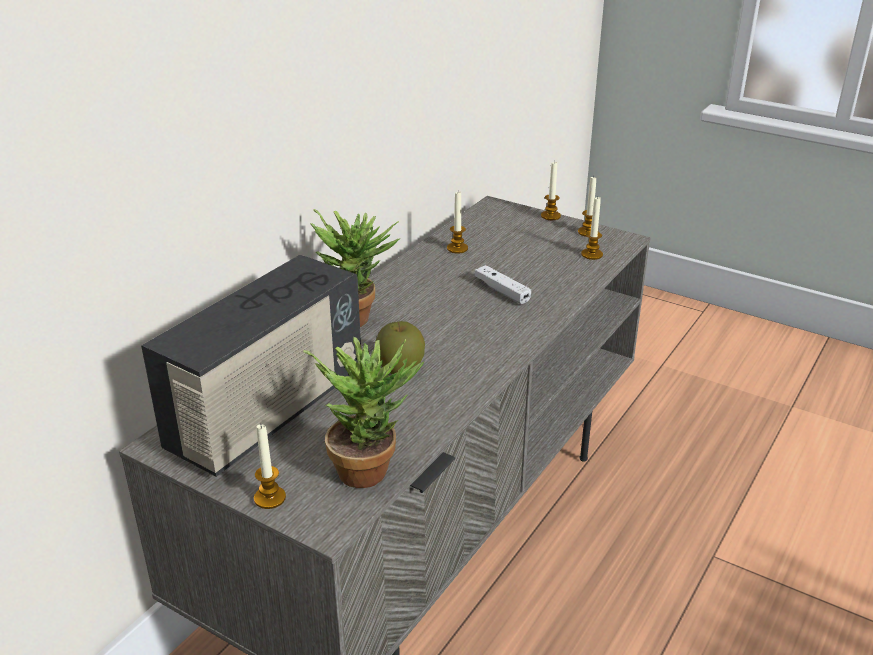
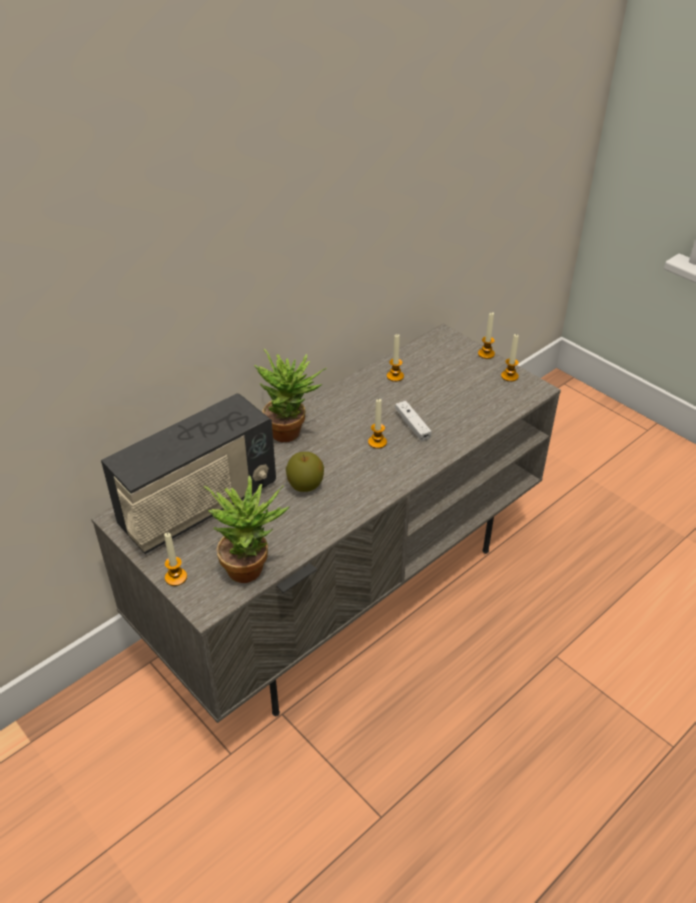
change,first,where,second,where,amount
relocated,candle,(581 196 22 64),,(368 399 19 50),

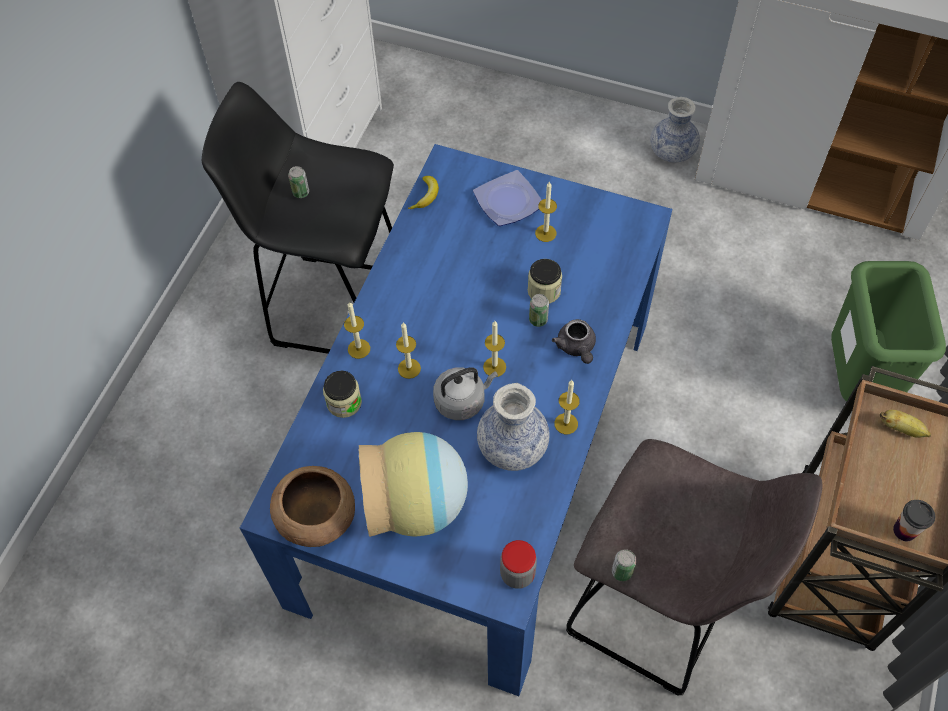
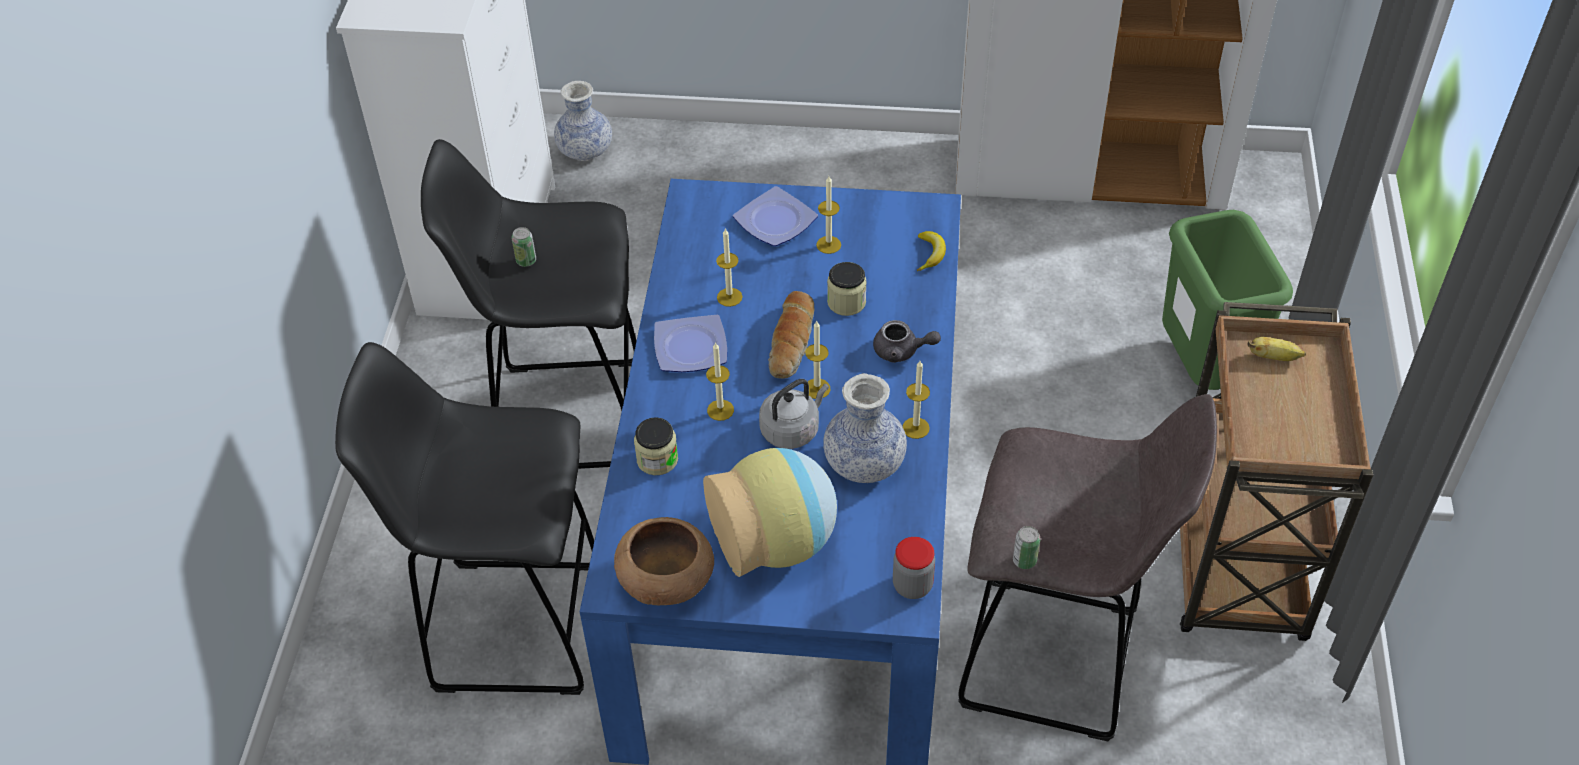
change,first,where,second,where,amount
missing,can,(529 294 20 33),,,
missing,cup,(893 500 42 41),,,
appeared,,,black stool,(335 342 259 353),
appeared,,,plate,(654 315 73 57),
appeared,,,bread,(768 291 47 88),
relocated,candle,(344 302 26 57),,(716 228 27 79),
relocated,banana,(408 176 31 33),,(917 231 29 40),
relocated,vase,(650 97 50 65),,(554 81 58 80),
spun,grey teapot,(552 319 44 45),,(873 320 68 43),45 degrees counterclockwise

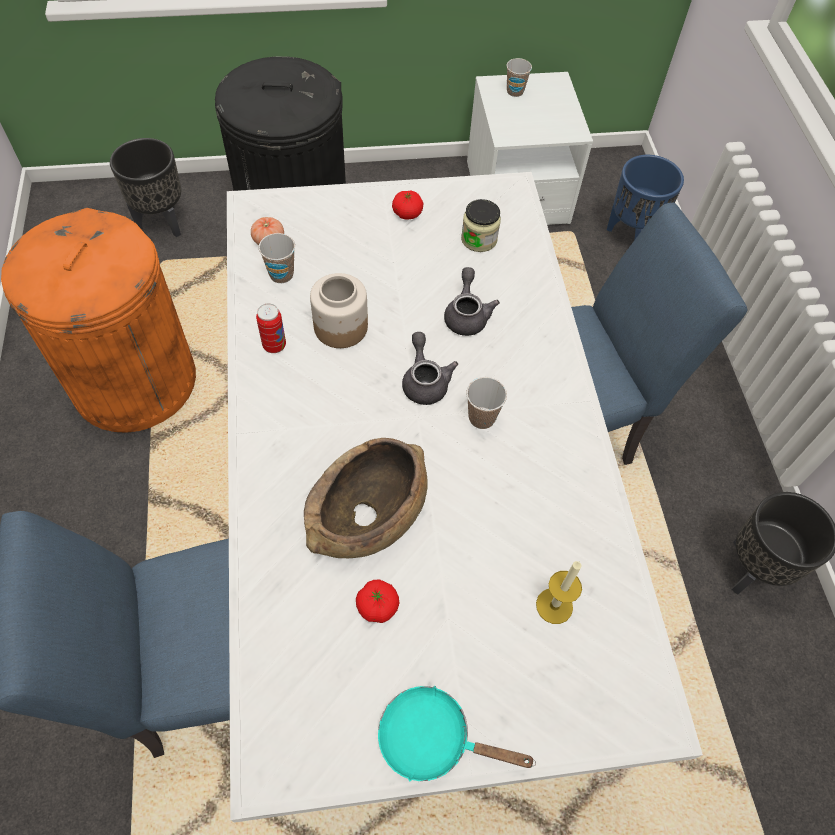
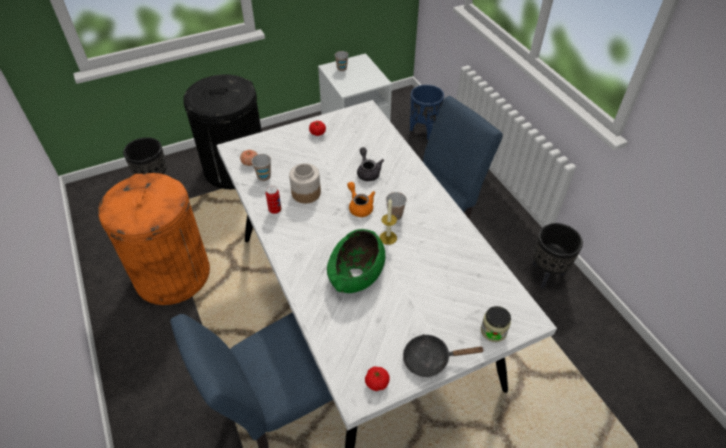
change,first,where,second,where,amount
relocated,tomato,(356 579 43 44),,(365 366 25 25),
relocated,jar,(461 199 40 53),,(481 306 30 36),
relocated,candle,(536 561 46 63),,(380 198 17 47),
colour,brown bowl,(304 438 124 120),green bowl,(327 229 58 64),
colour,turquoise frying pan,(378 686 158 96),black frying pan,(403 334 82 43),
colour,grey teapot,(402 332 56 73),orange teapot,(347 182 28 35),

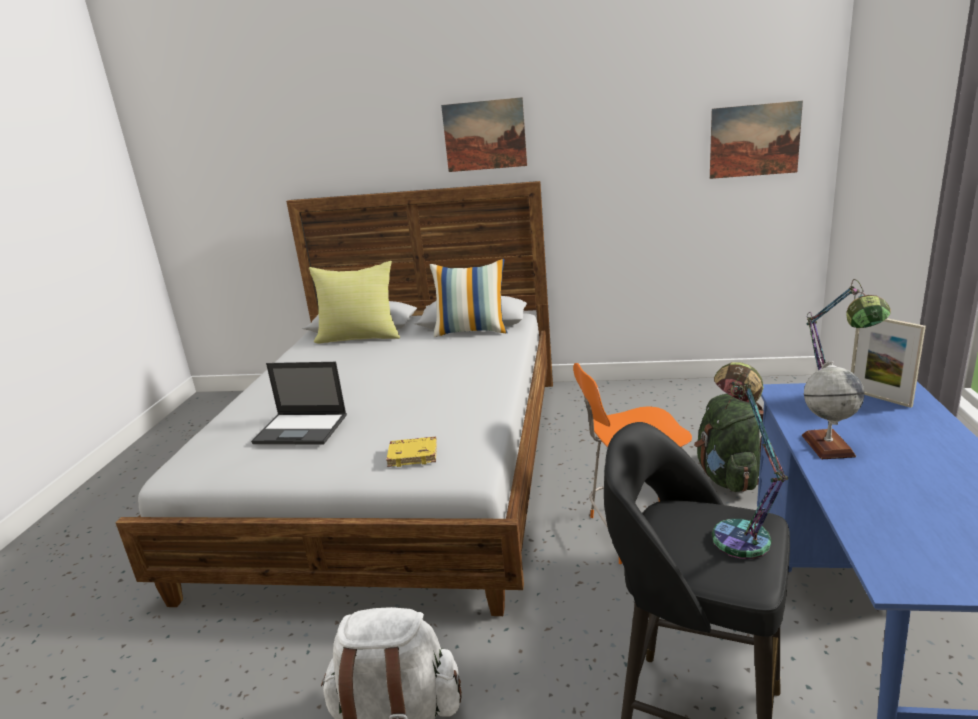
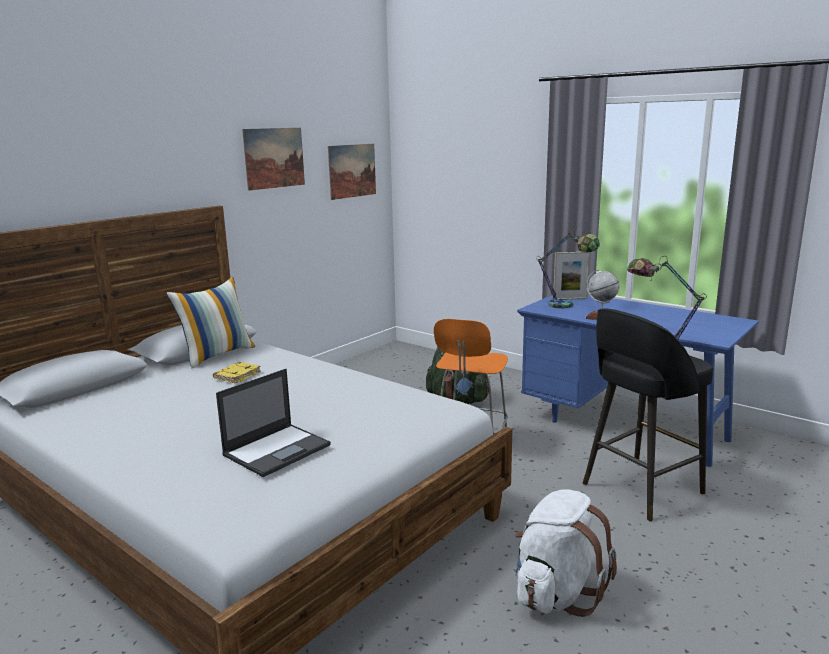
change,first,where,second,where,amount
missing,yellow pillow,(309 261 91 83),,,
relocated,yellow book,(386 437 51 30),,(213 362 48 21),
relocated,picture,(441 97 86 75),,(242 128 63 63),

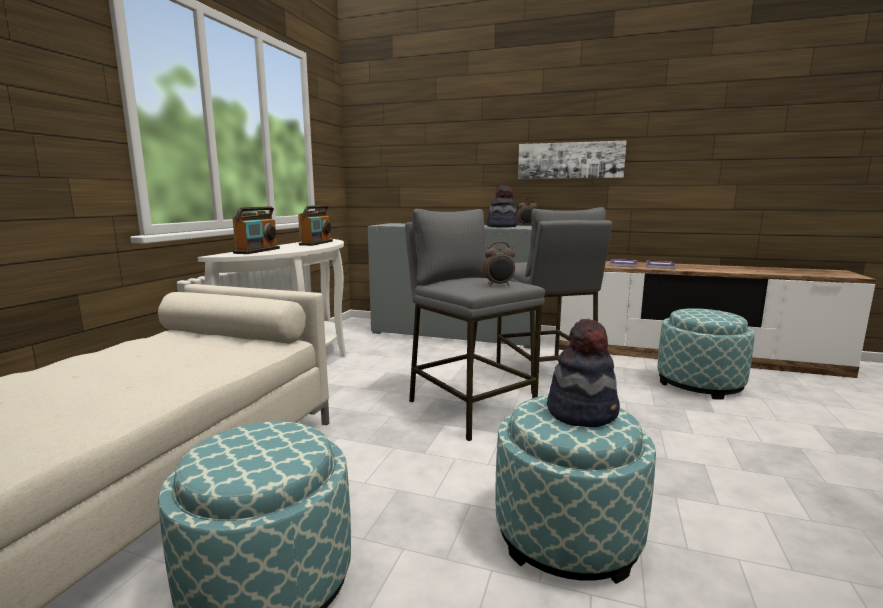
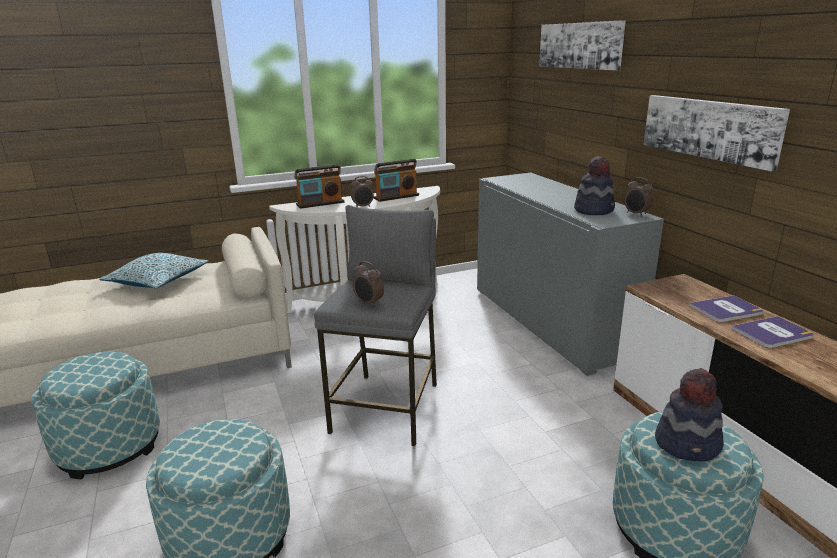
change,first,where,second,where,amount
missing,grey stool,(497 207 115 187),,,
appeared,,,pillow,(99 253 109 35),
appeared,,,alarm clock,(351 176 23 31),
appeared,,,picture,(539 20 87 51),
relocated,hat,(547 319 73 108),,(655 368 69 94),

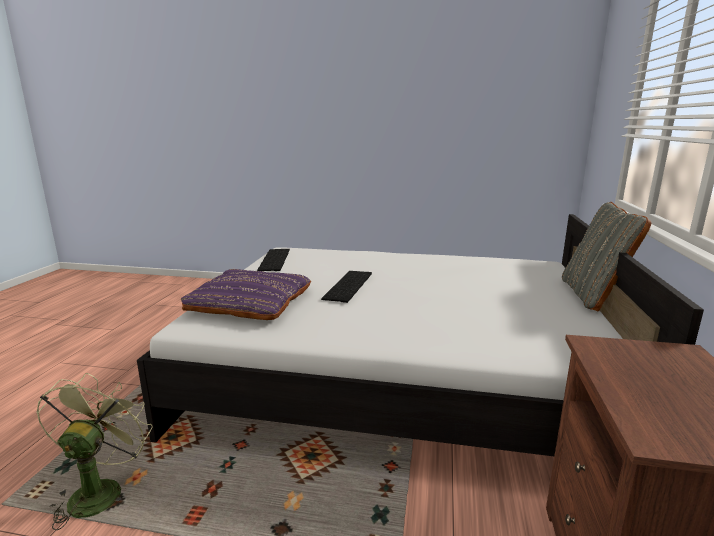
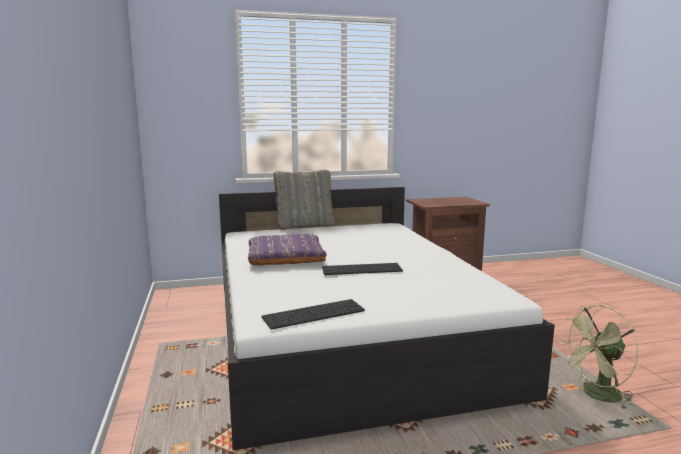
change,first,where,second,where,amount
relocated,purple pillow,(181 269 130 51),,(248 234 78 32),

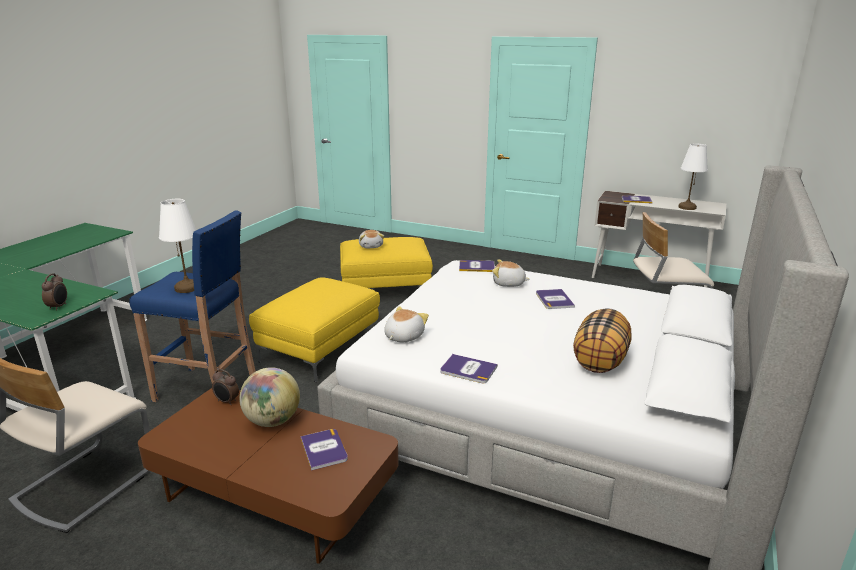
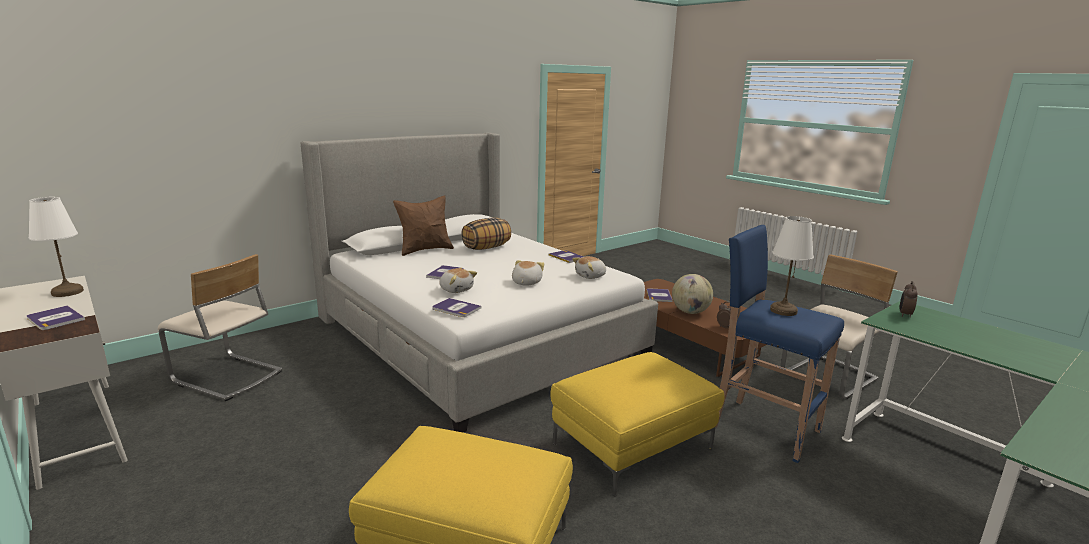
change,first,where,second,where,amount
appeared,,,brown pillow,(393 195 61 61),
relocated,plush toy,(359 230 25 18),,(512 260 32 26),

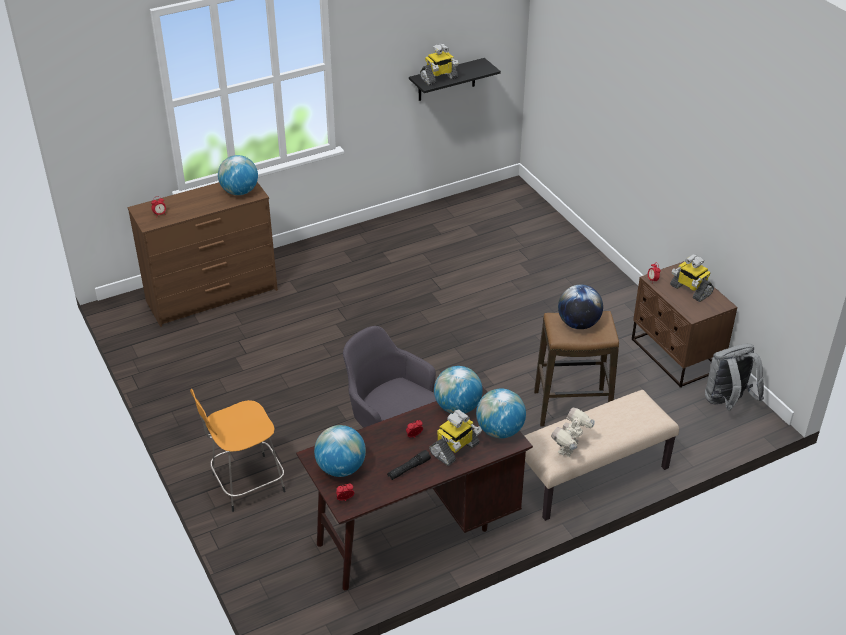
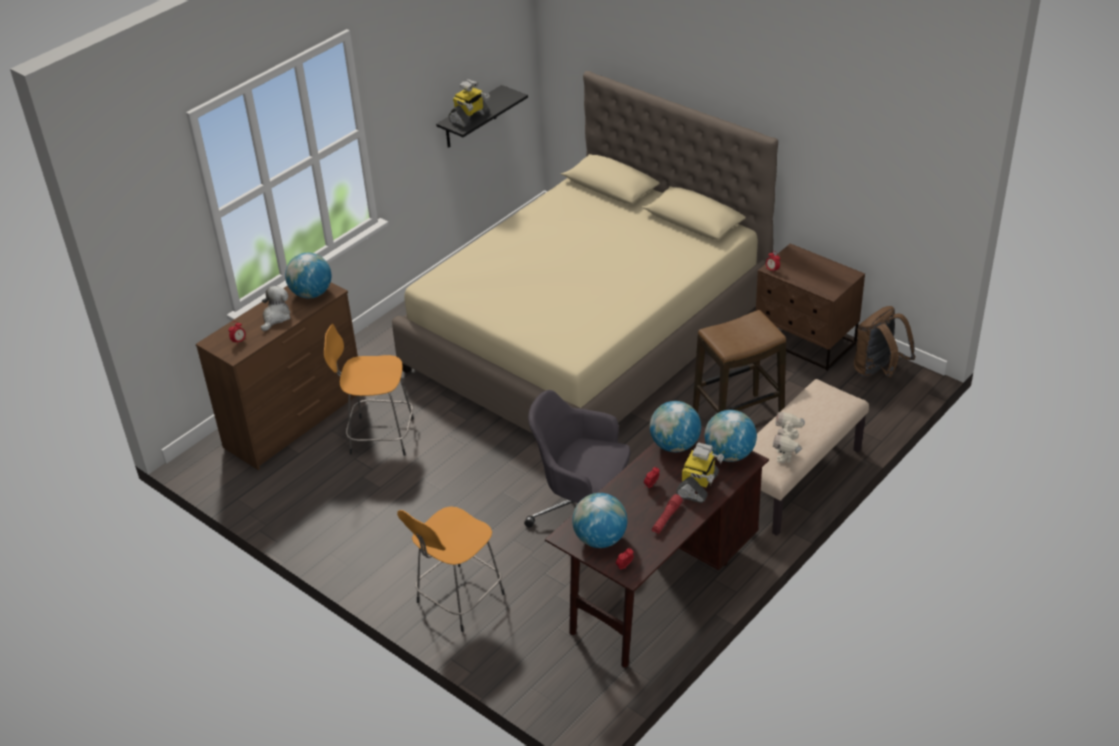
change,first,where,second,where,amount
missing,globe,(558 284 45 45),,,
missing,toy robot,(670 254 44 48),,,
appeared,,,plush toy,(261 286 30 45),
appeared,,,orange stool,(324 324 90 132),
appeared,,,beige bed,(392 71 386 363),
colour,black flashlight,(387 450 44 30),red flashlight,(652 494 31 40),
colour,grey backpack,(705 344 59 67),brown backpack,(854 306 61 71),

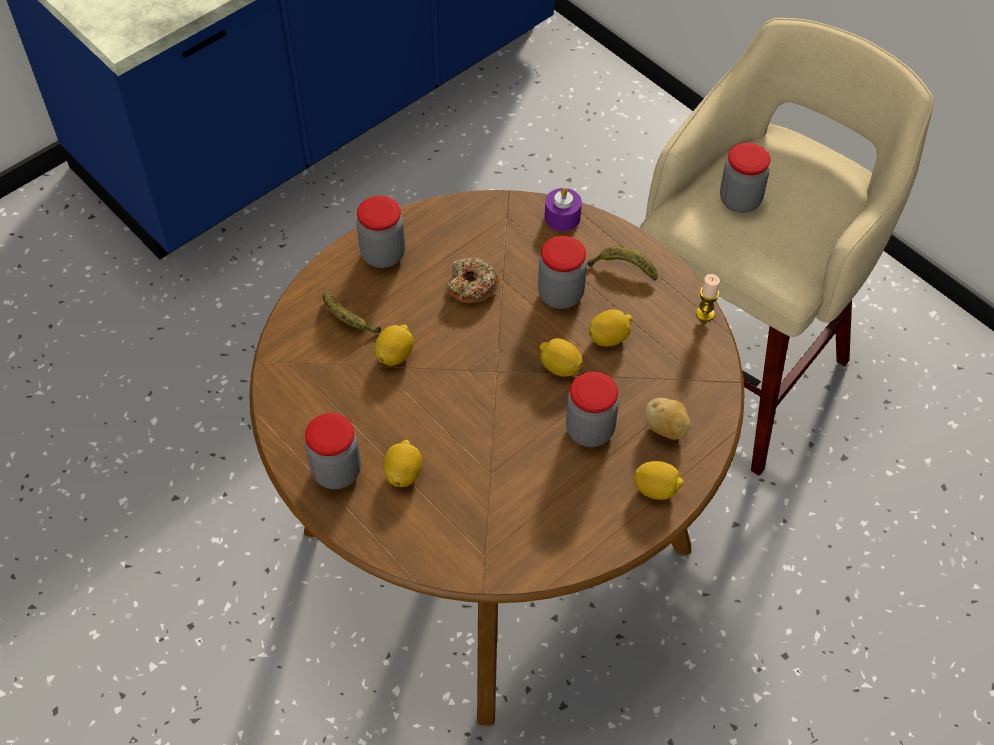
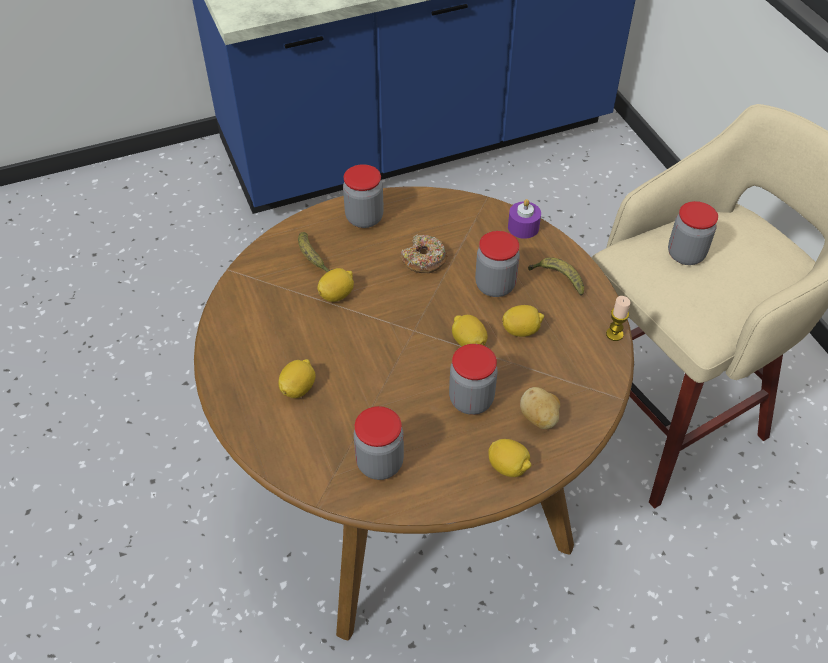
change,first,where,second,where,amount
relocated,jar,(305 413 56 76),,(354 406 50 74),

